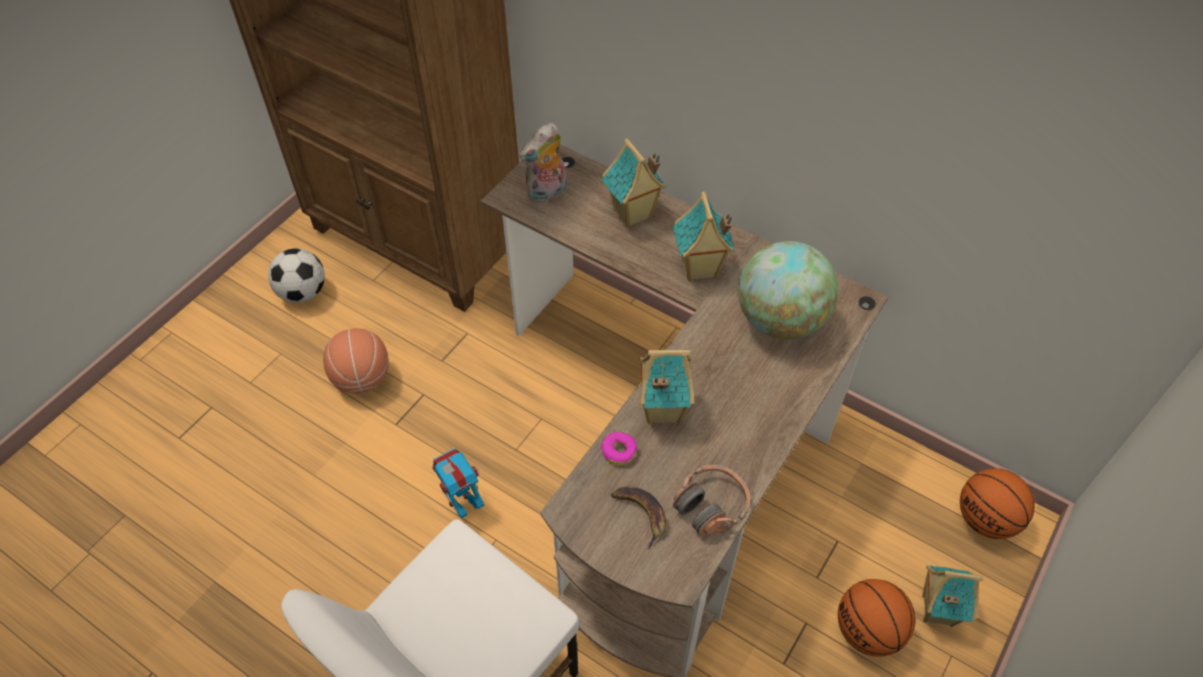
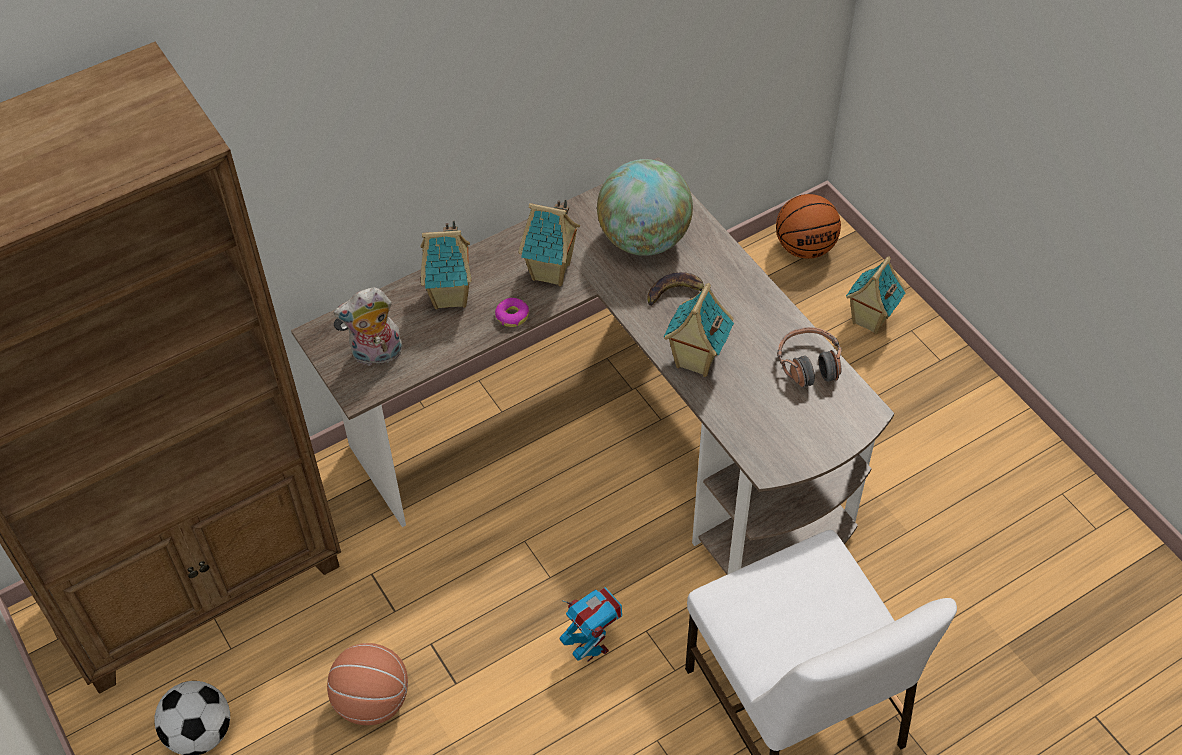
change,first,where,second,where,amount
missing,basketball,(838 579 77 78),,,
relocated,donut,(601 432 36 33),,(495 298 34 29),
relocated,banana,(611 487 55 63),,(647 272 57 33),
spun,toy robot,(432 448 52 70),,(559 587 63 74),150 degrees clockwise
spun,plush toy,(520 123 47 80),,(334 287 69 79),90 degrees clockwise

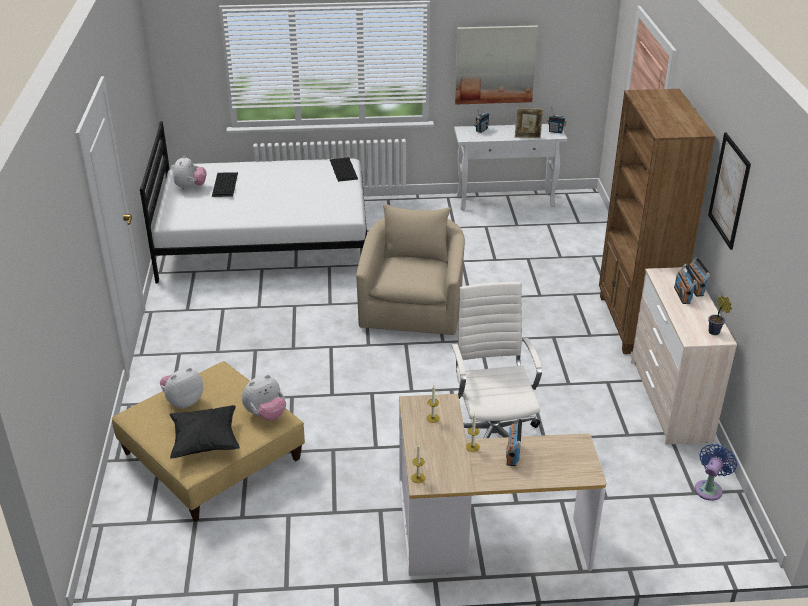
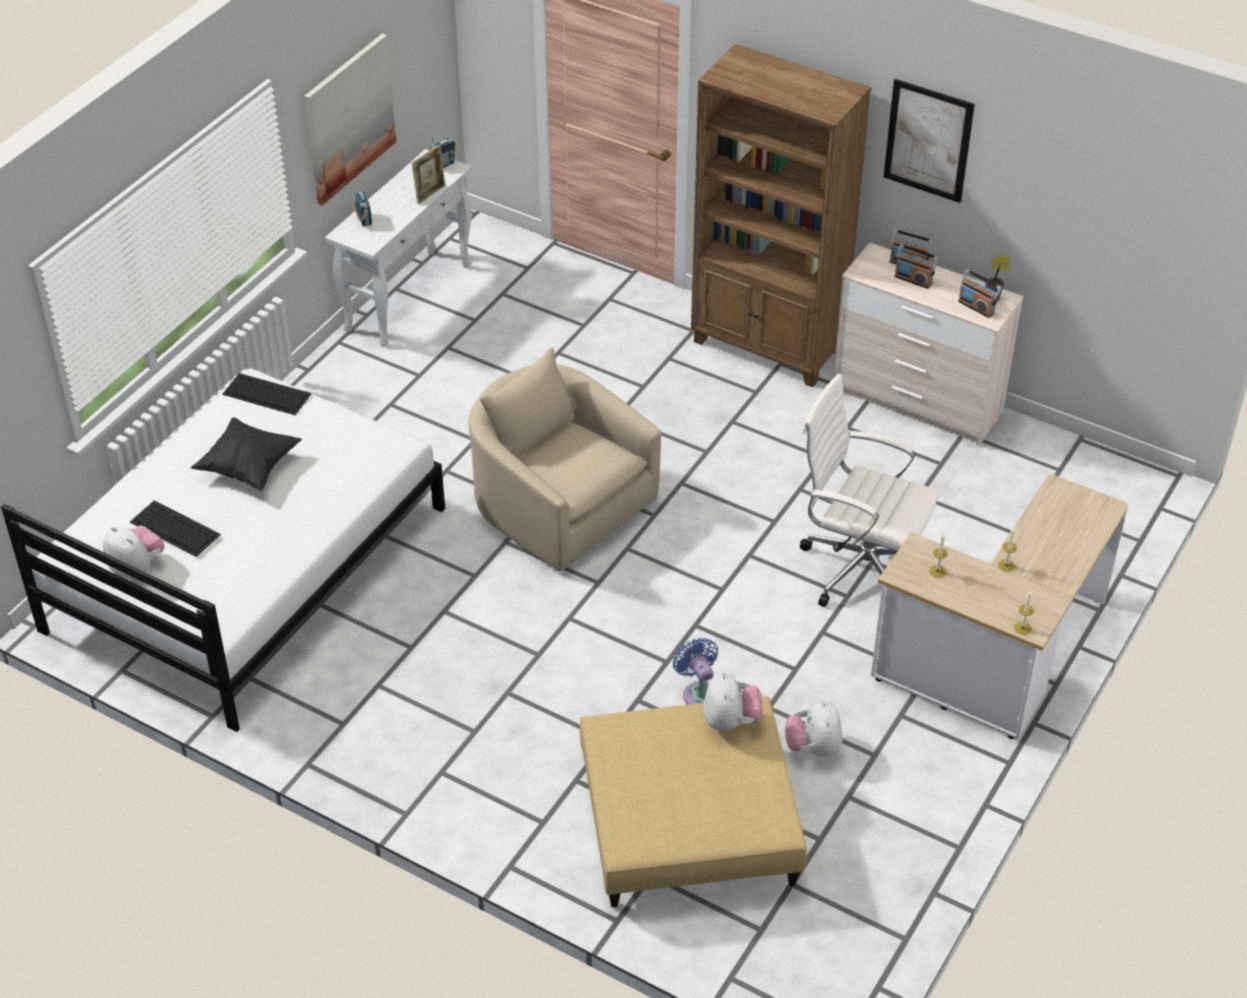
change,first,where,second,where,amount
relocated,plush toy,(160 368 43 41),,(785 700 58 57),
relocated,black pillow,(169 405 71 54),,(191 417 111 74),
relocated,radio,(506 417 16 49),,(958 269 43 49),
relocated,blue fan,(695 444 42 57),,(673 638 45 67),

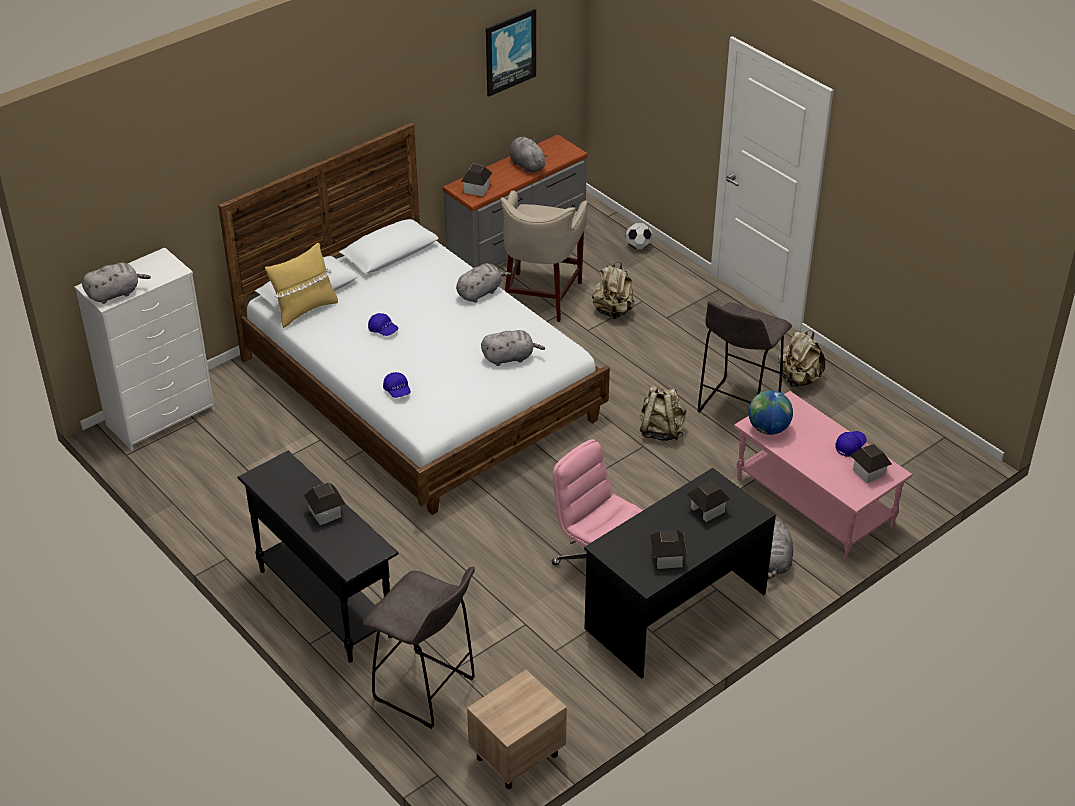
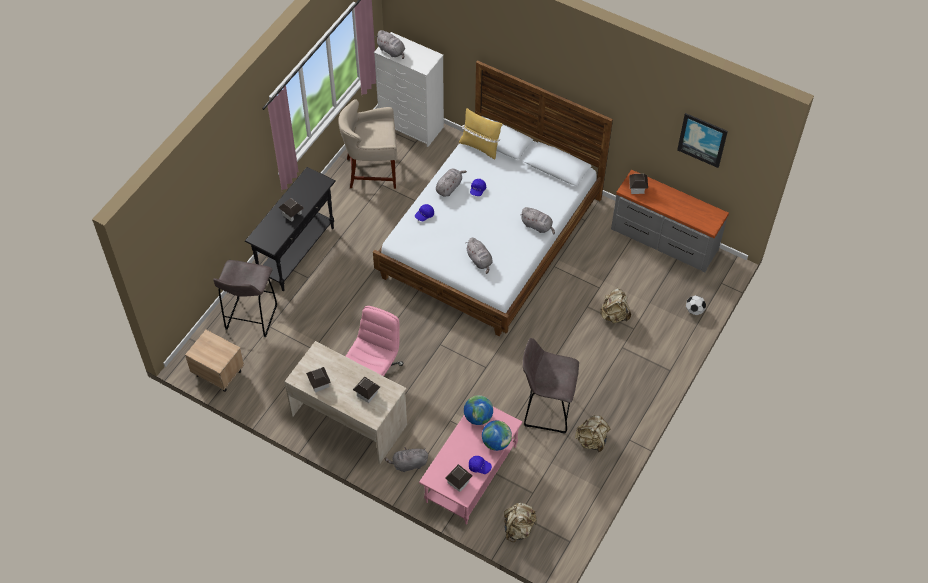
change,first,where,second,where,amount
appeared,,,globe,(482 420 30 31),
relocated,beige stool,(501 190 87 132),,(338 100 60 89),
relocated,grey plush toy,(509 137 39 36),,(436 169 31 28),
relocated,beige backpack,(640 385 46 56),,(504 503 33 39),
colour,black desk,(584 468 192 211),beige desk,(284 341 123 123),

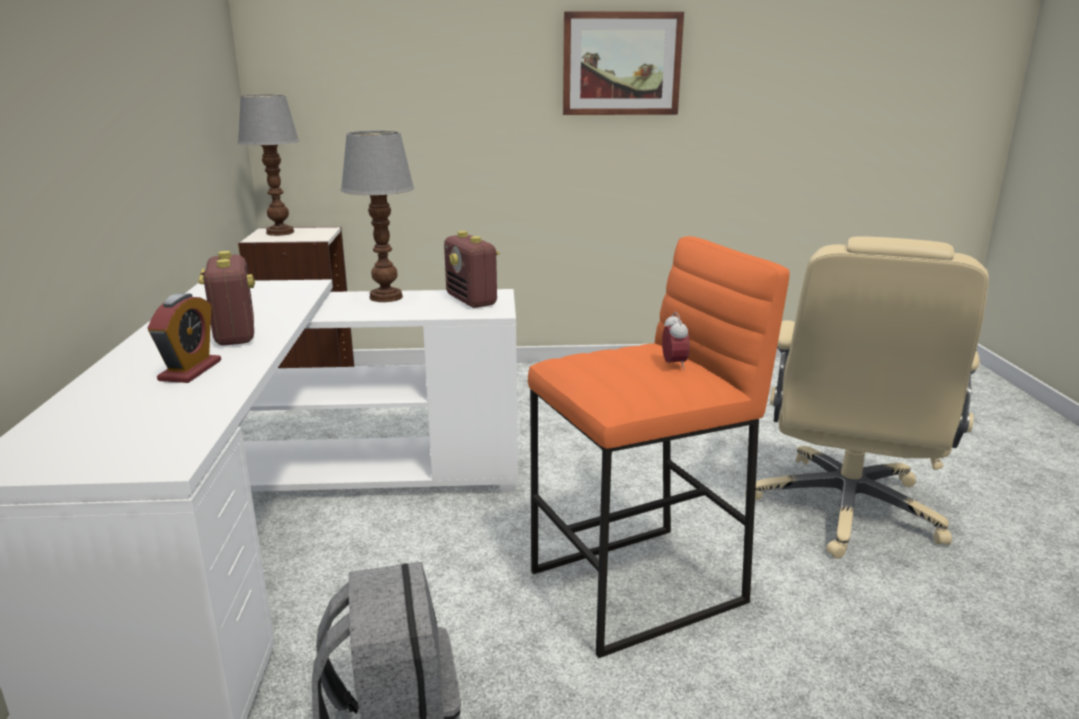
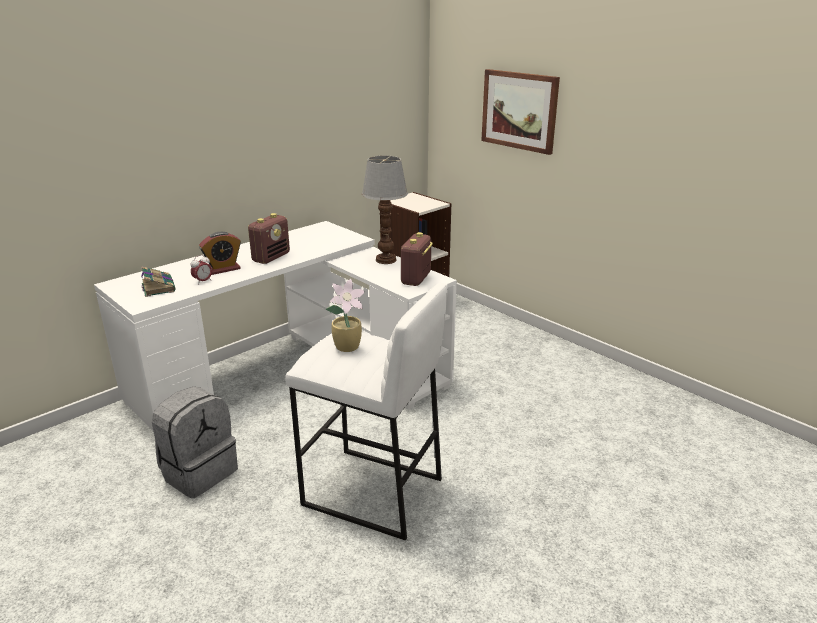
change,first,where,second,where,amount
missing,table lamp,(238 95 61 141),,,
missing,beige office chair,(745 236 244 323),,,
appeared,,,book,(141 266 35 31),
appeared,,,potted plant,(326 279 39 73),
relocated,picture,(563 11 121 104),,(481 69 79 86),
relocated,alarm clock,(662 312 28 58),,(191 255 21 30),
colour,orange stool,(528 236 262 422),white stool,(285 283 163 257),

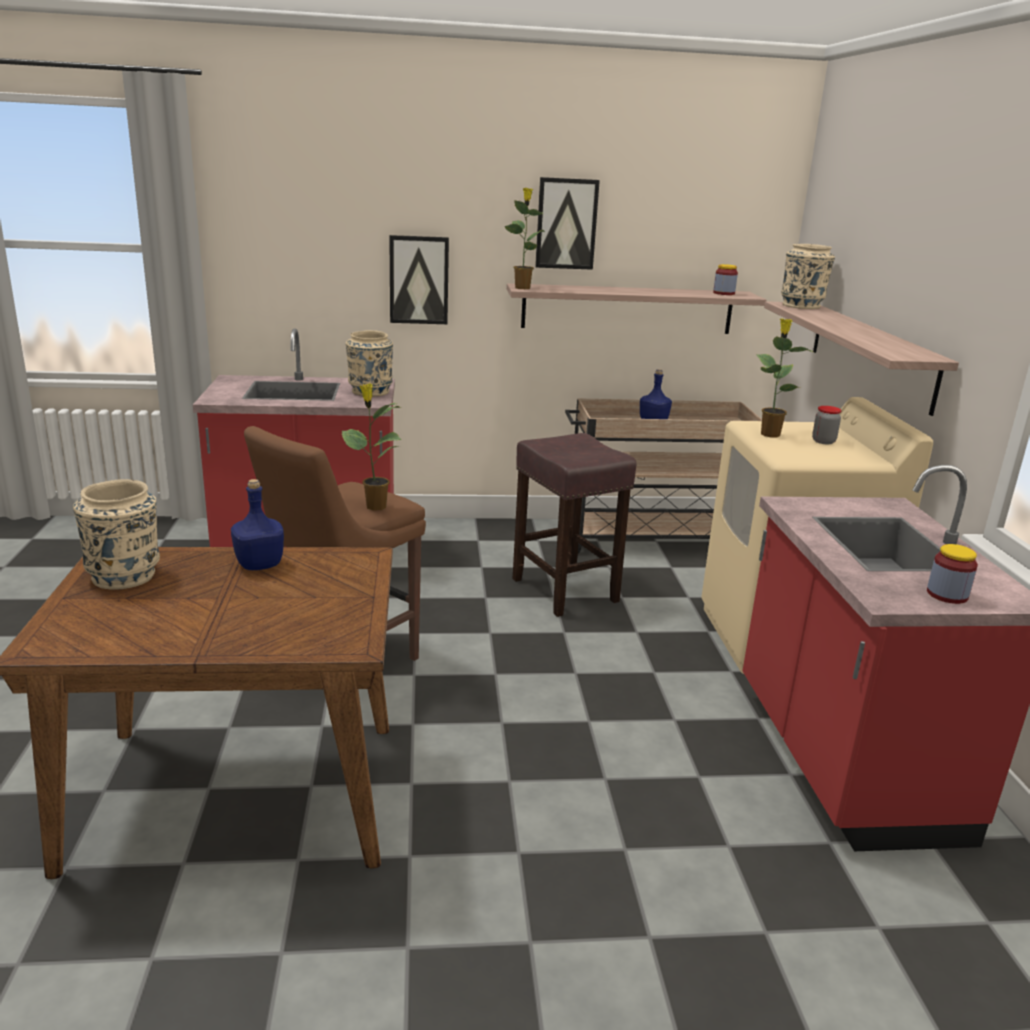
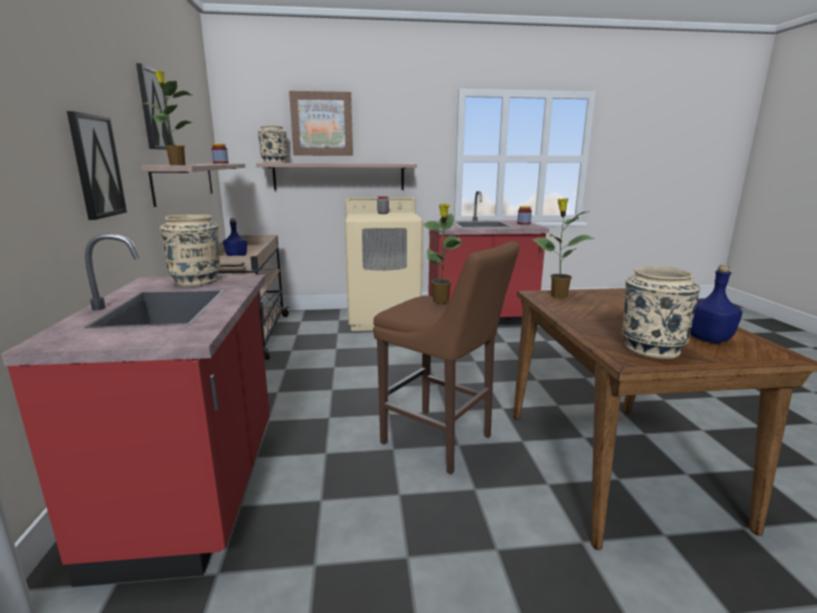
change,first,where,second,where,amount
missing,brown stool,(512 433 124 184),,,
appeared,,,picture,(289 91 64 65),
relocated,blue bottle,(231 479 53 91),,(690 265 53 78),
relocated,potted plant,(756 319 58 119),,(531 198 64 100),

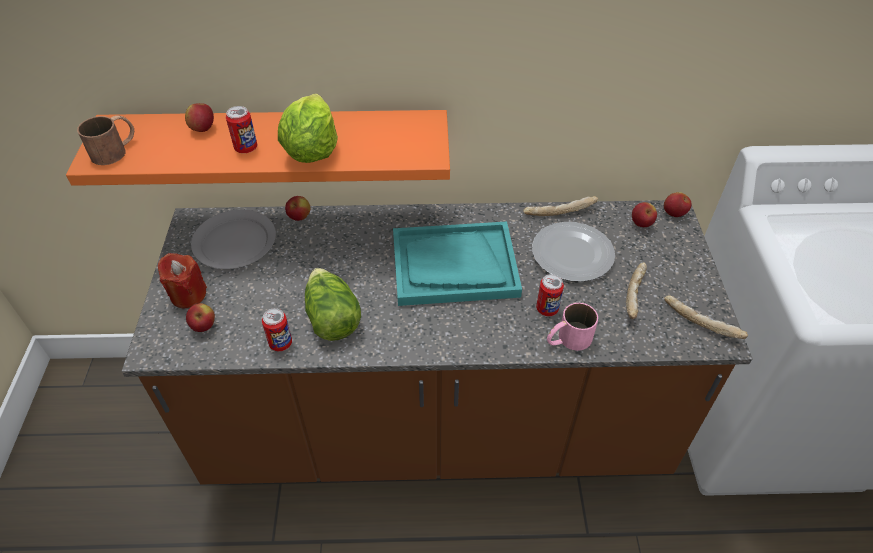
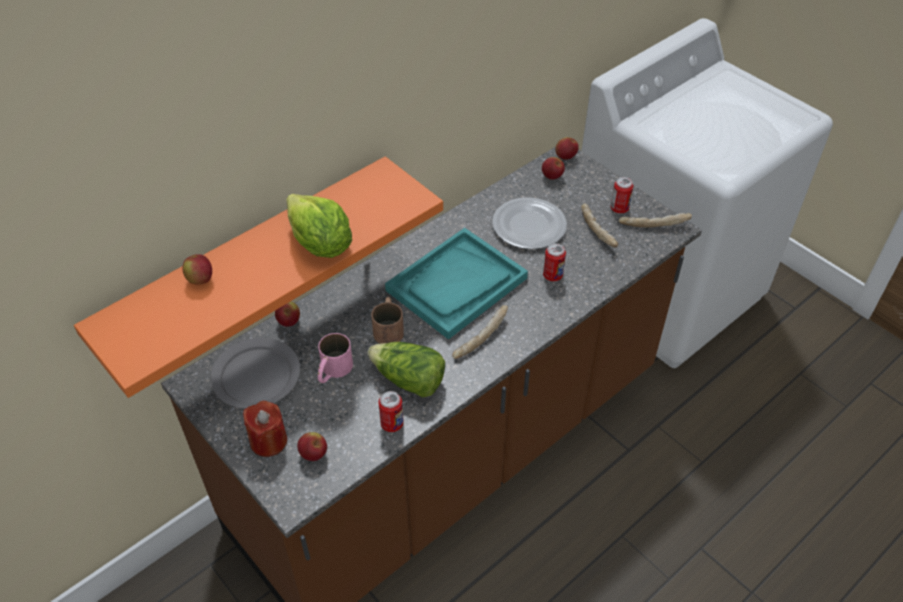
change,first,where,second,where,amount
relocated,brown mug,(77 115 57 50),,(371 297 33 47),
relocated,can,(226 106 31 47),,(611 177 22 36),
relocated,bread,(523 196 75 20),,(452 305 56 54),
relocated,pink mug,(547 303 51 48),,(318 333 35 50),

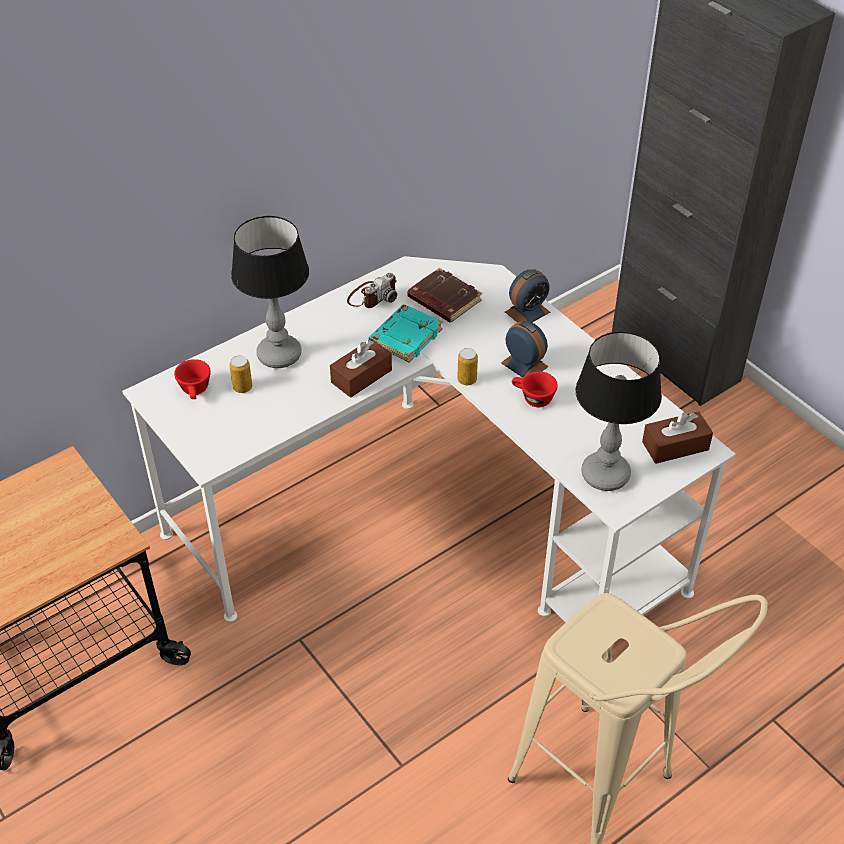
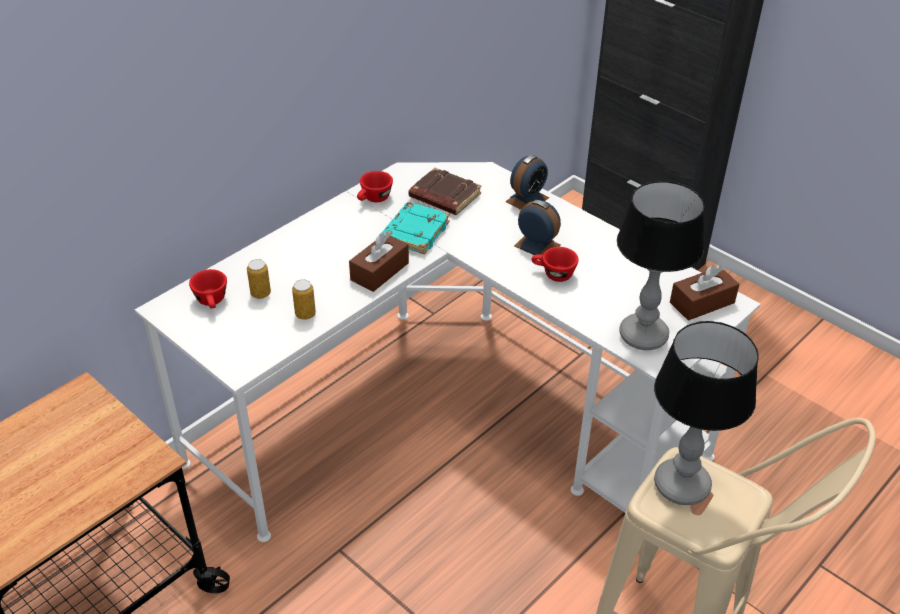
change,first,where,second,where,amount
relocated,table lamp,(231 216 78 152),,(654 321 104 184),
relocated,can,(457 348 21 37),,(292 279 24 41),
exchanged,photo camera,(347 272 50 36),red cup,(357 171 36 31),

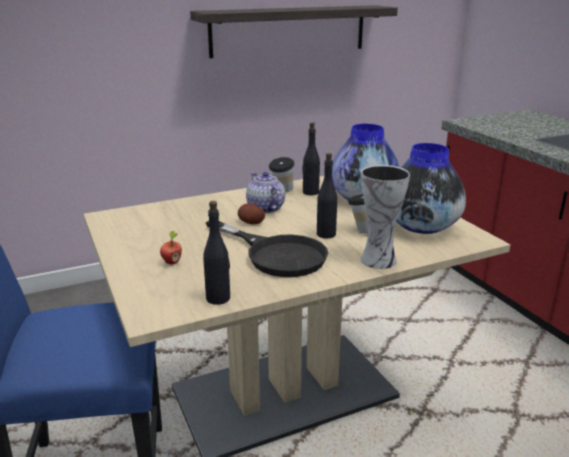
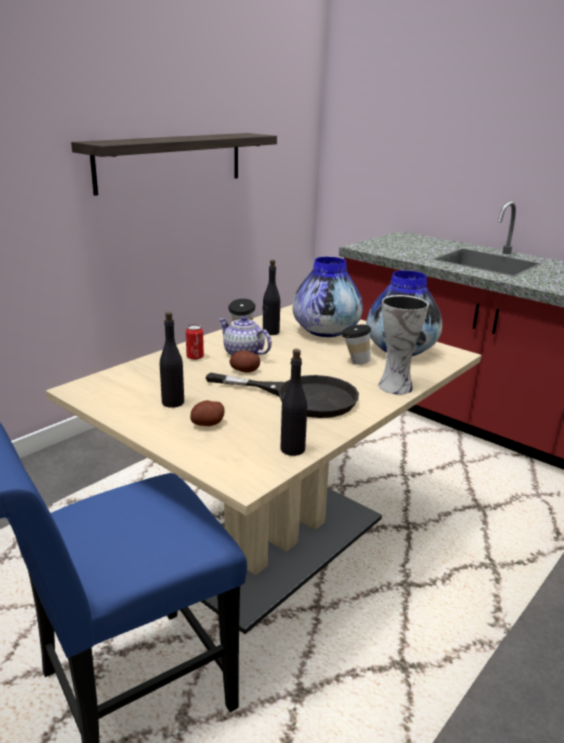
change,first,where,second,where,amount
appeared,,,can,(186 324 18 36),
relocated,black bottle,(317 153 20 85),,(160 312 24 96),
exchanged,apple,(160 231 22 34),potato,(190 400 35 26),

